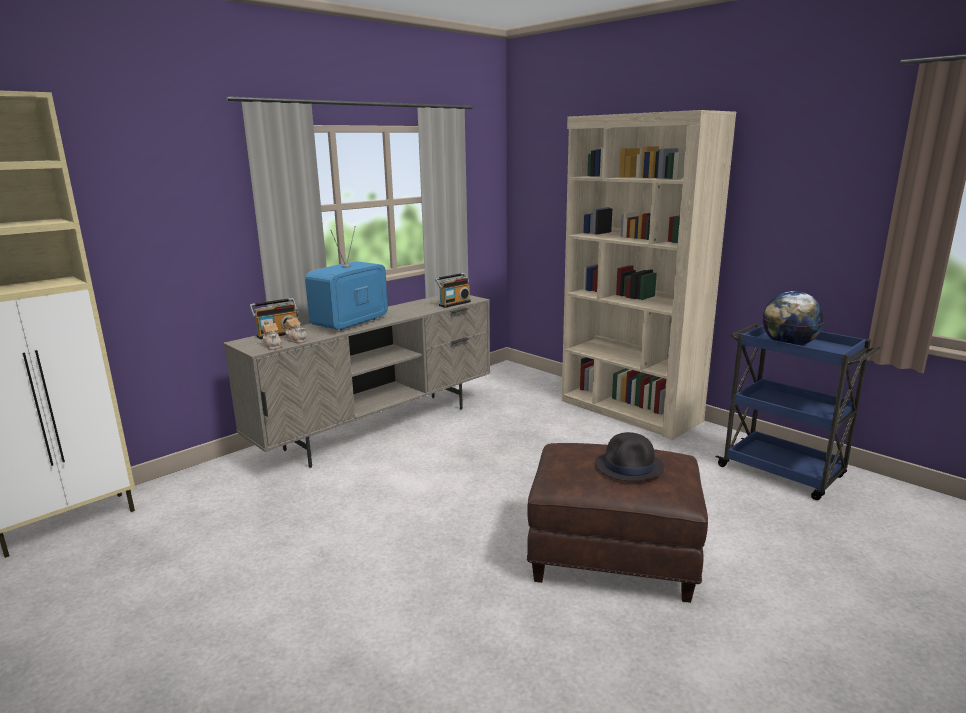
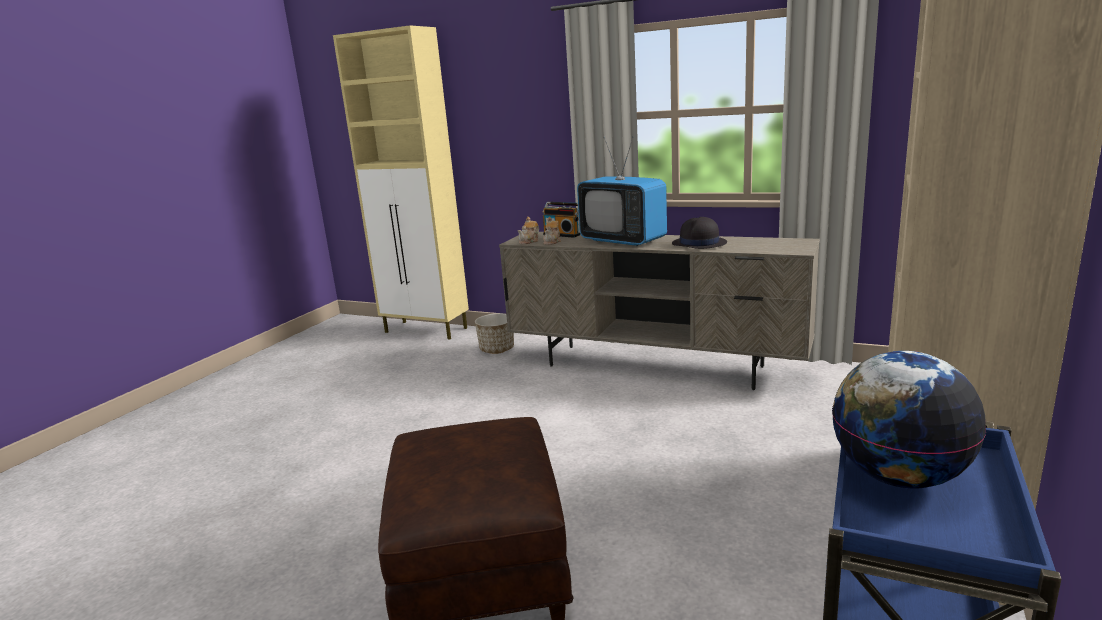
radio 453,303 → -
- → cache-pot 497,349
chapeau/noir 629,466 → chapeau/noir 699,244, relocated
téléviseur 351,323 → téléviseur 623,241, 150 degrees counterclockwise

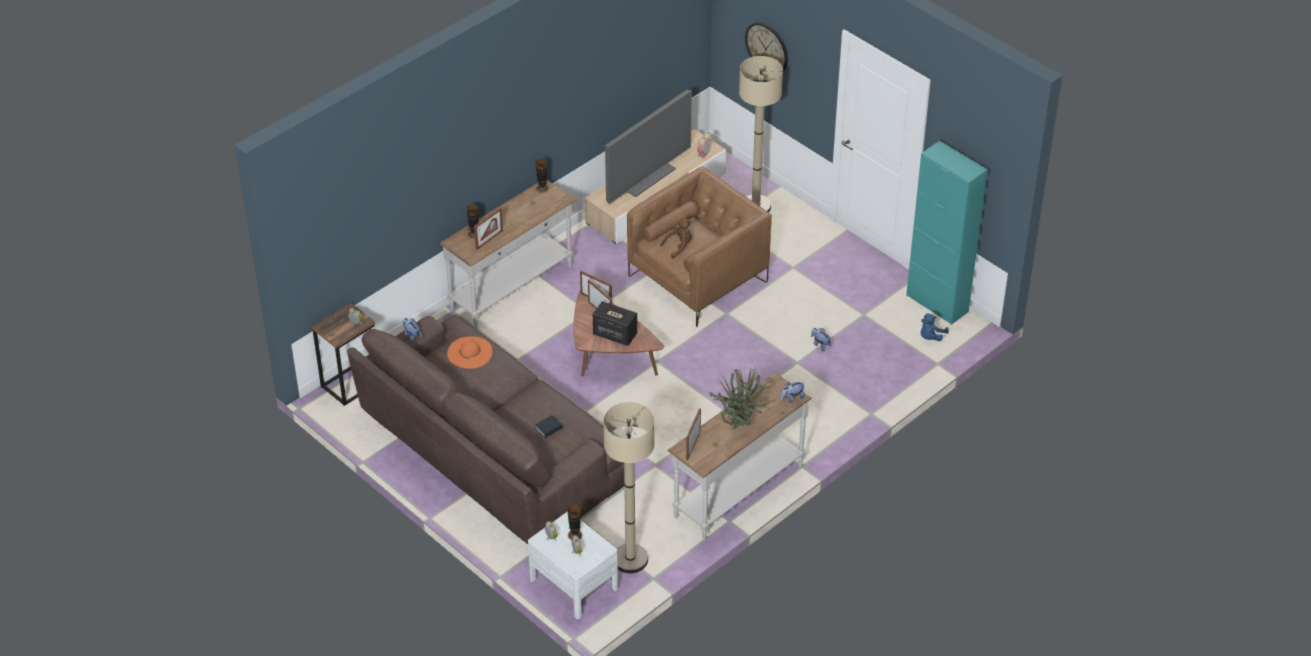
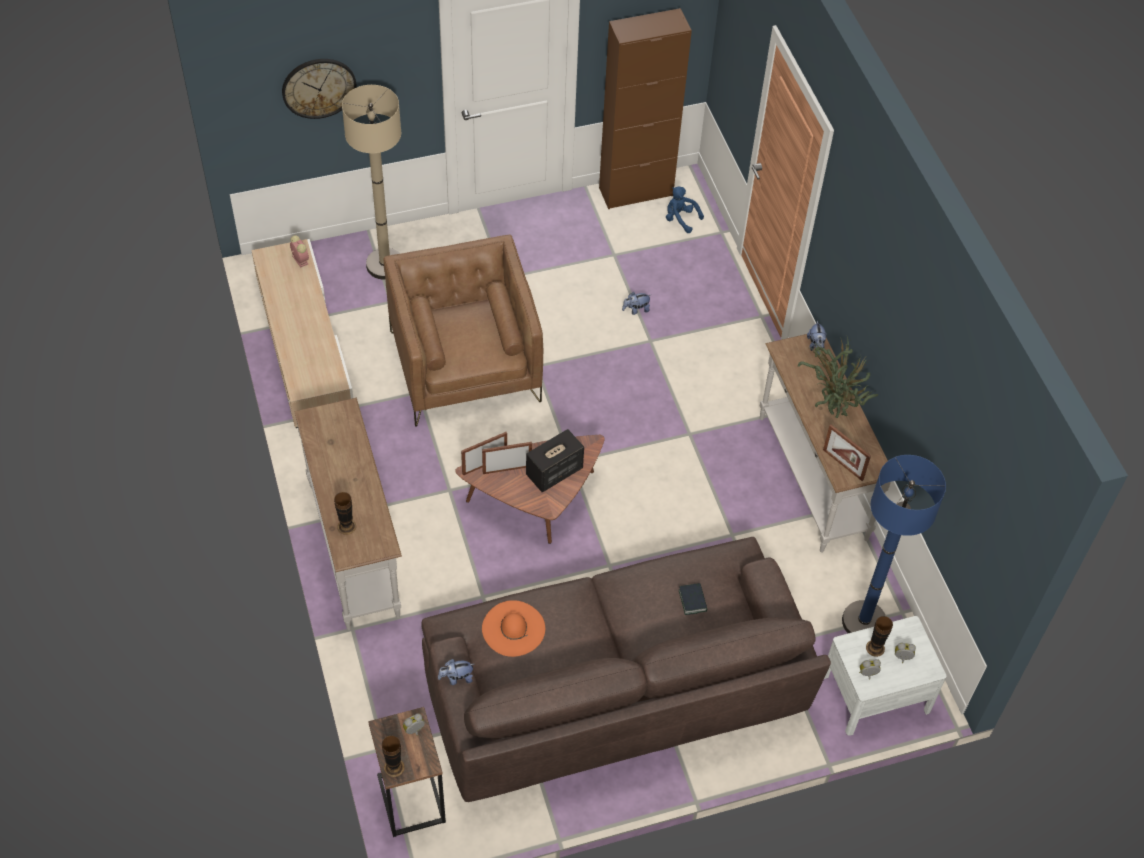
cadre photo 489,240 → -
téléviseur 645,176 → -
peluche/marron 679,246 → -
vase 542,188 → vase 394,767, relocated
lampadaire/beige 630,559 → lampadaire/bleu 863,622
meuble de rangement/turquoise 937,303 → meuble de rangement/marron 636,192
peluche/bleu 930,337 → peluche/bleu 680,219, 150 degrees clockwise

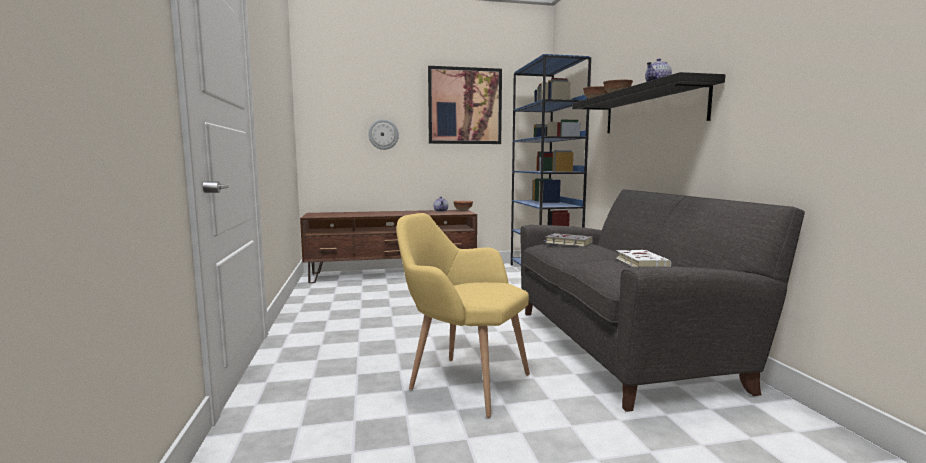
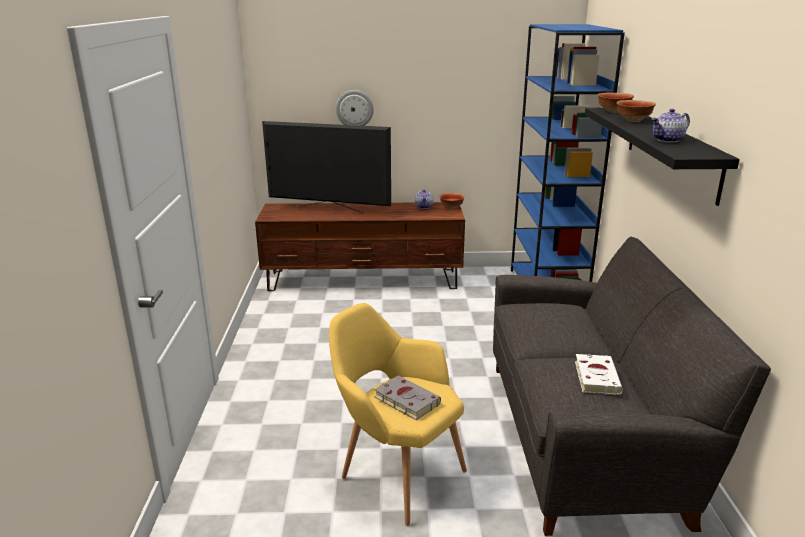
tableau 465,106 → -
- → téléviseur 329,210
livre/gris 567,243 → livre/gris 405,400, relocated

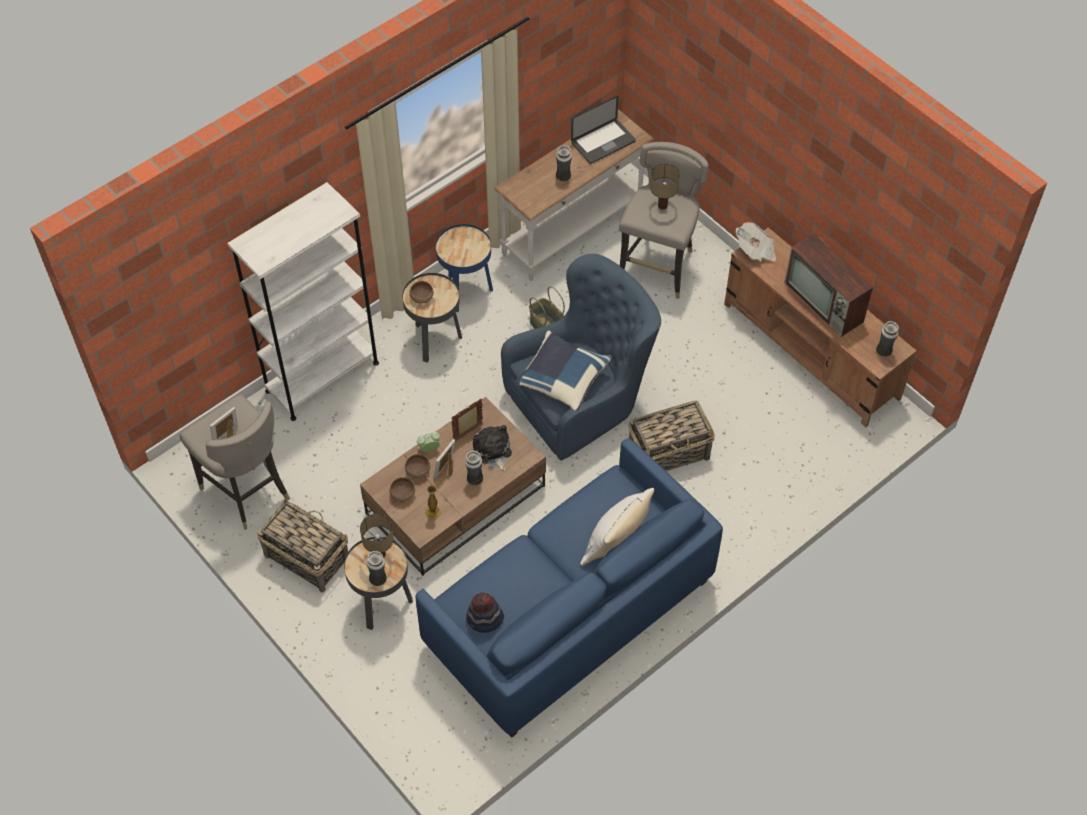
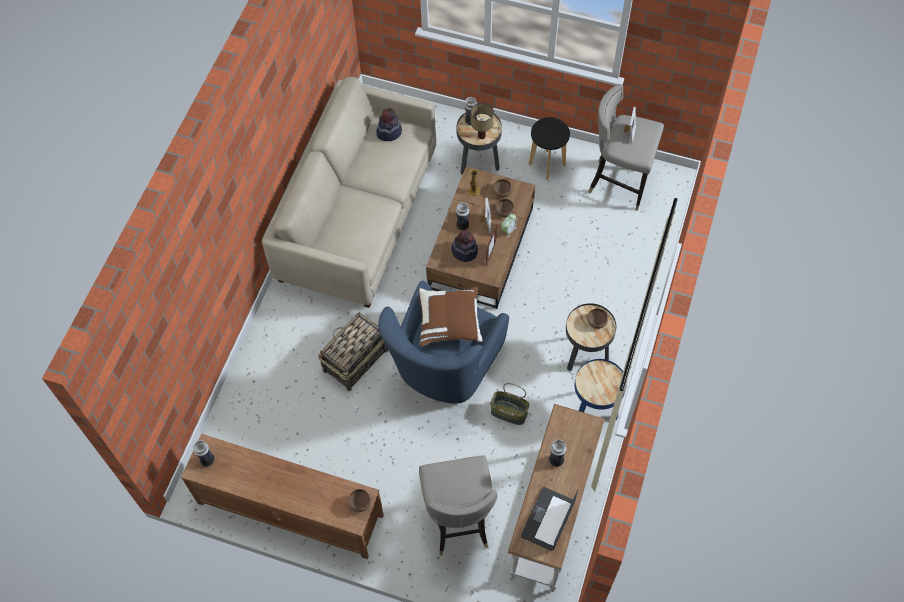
bibliothèque/blanc 322,377 → -
coussin/blanc 616,544 → -
lampe de table 662,206 → -
téléviseur 825,303 → -
panier 306,557 → tabouret/noir 547,165
peluche 493,451 → chapeau 464,251
journal 755,251 → bol/marron 359,503
canapé/bleu 569,613 → canapé/beige 357,216
coussin/bleu 562,379 → coussin/marron 449,322

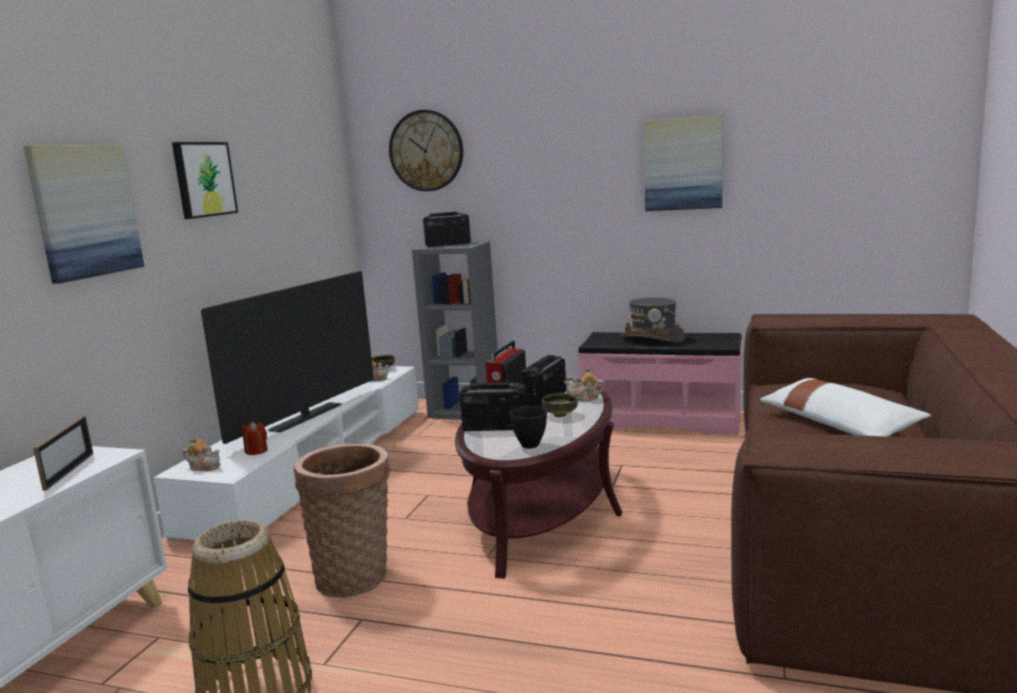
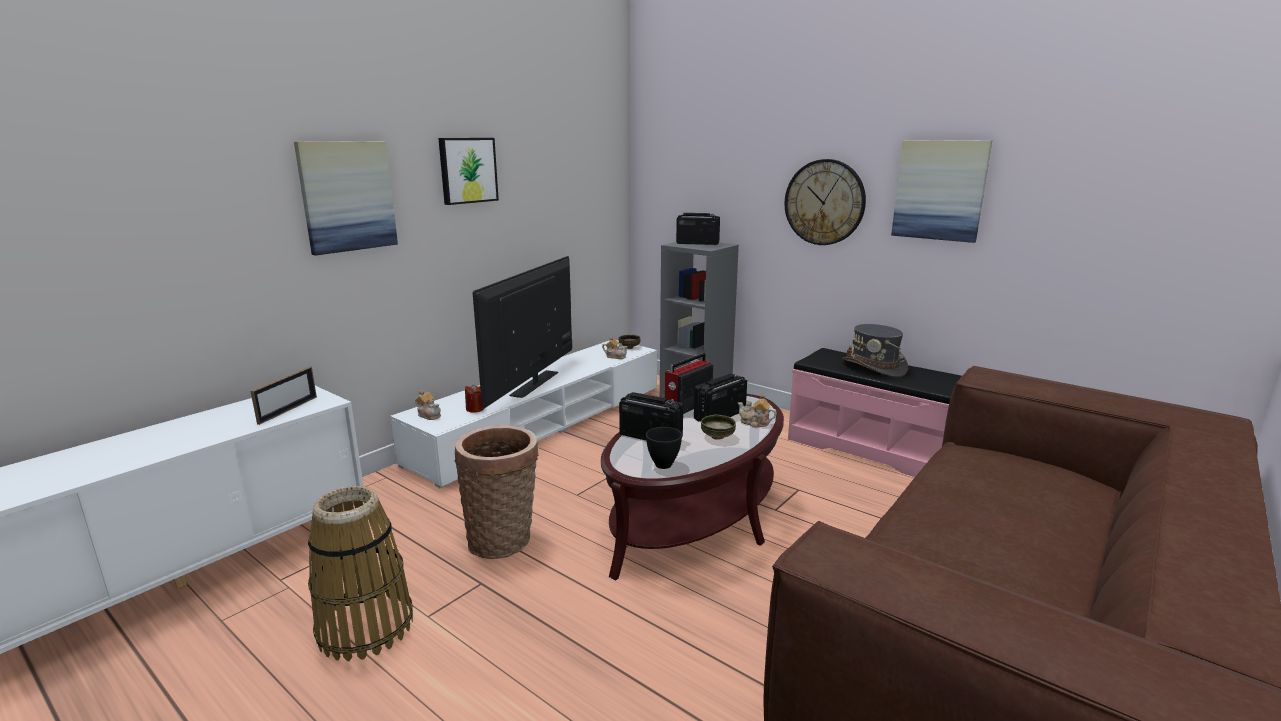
coussin/blanc 838,424 → -
horloge murale 426,151 → horloge murale 824,202, relocated
téléviseur 306,417 → téléviseur 534,384, 150 degrees clockwise

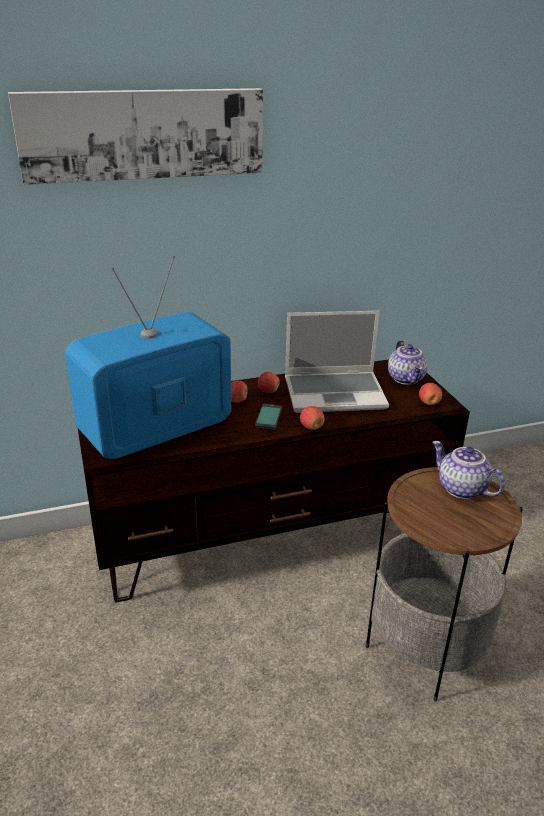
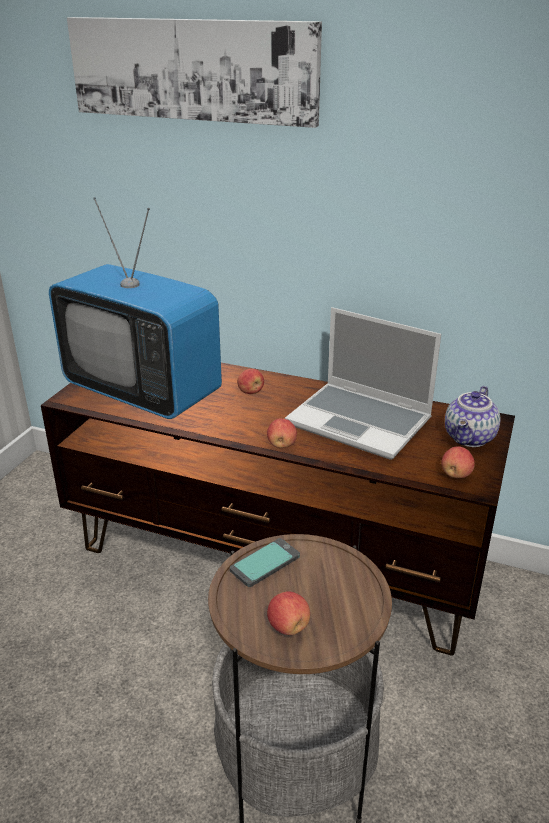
théière 460,489 → -
téléphone 268,417 → téléphone 264,563, relocated
pomme 268,391 → pomme 288,627, relocated
téléviseur 156,431 → téléviseur 143,392, 150 degrees counterclockwise

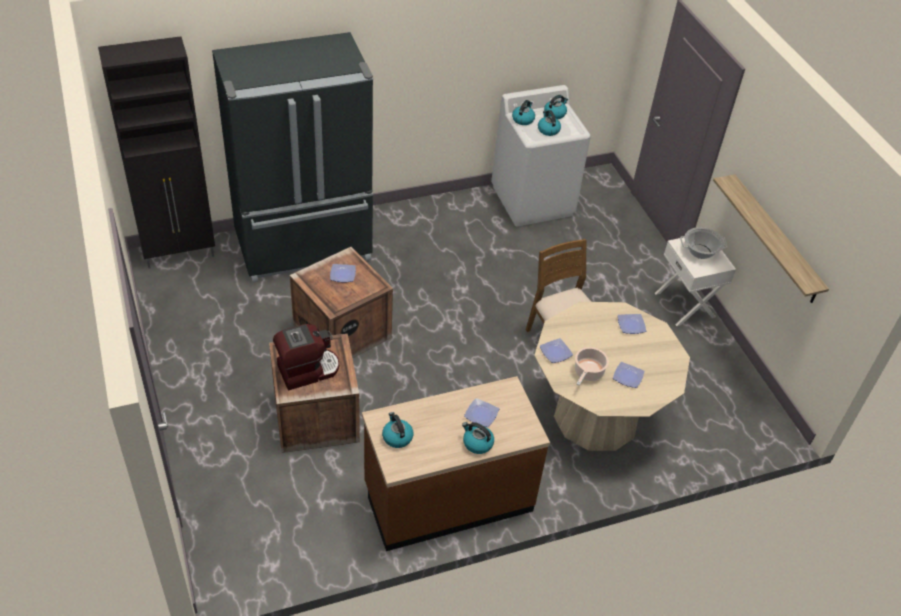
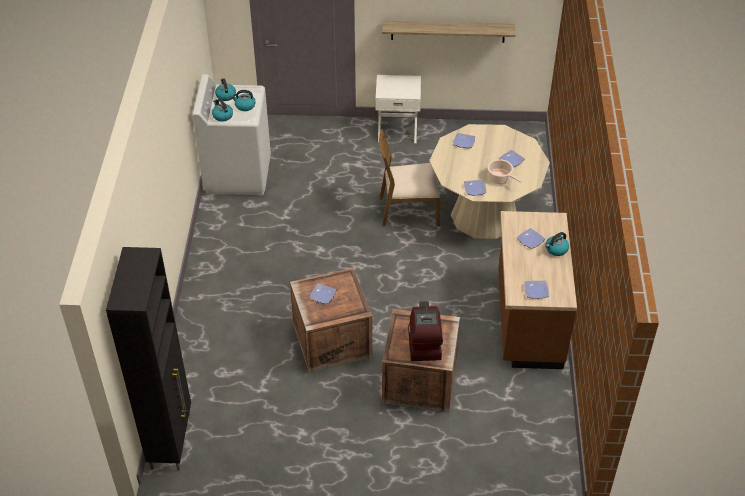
réfrigérateur/noir 304,247 → -
marmite 700,251 → -
bouilloire 397,437 → assiette 536,291

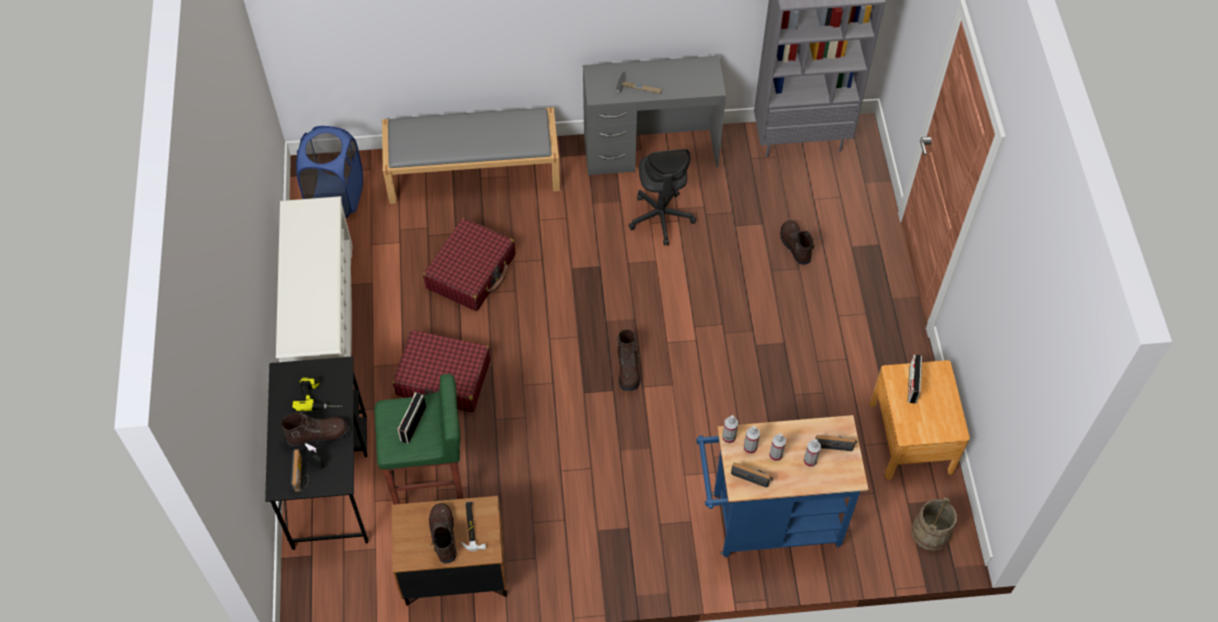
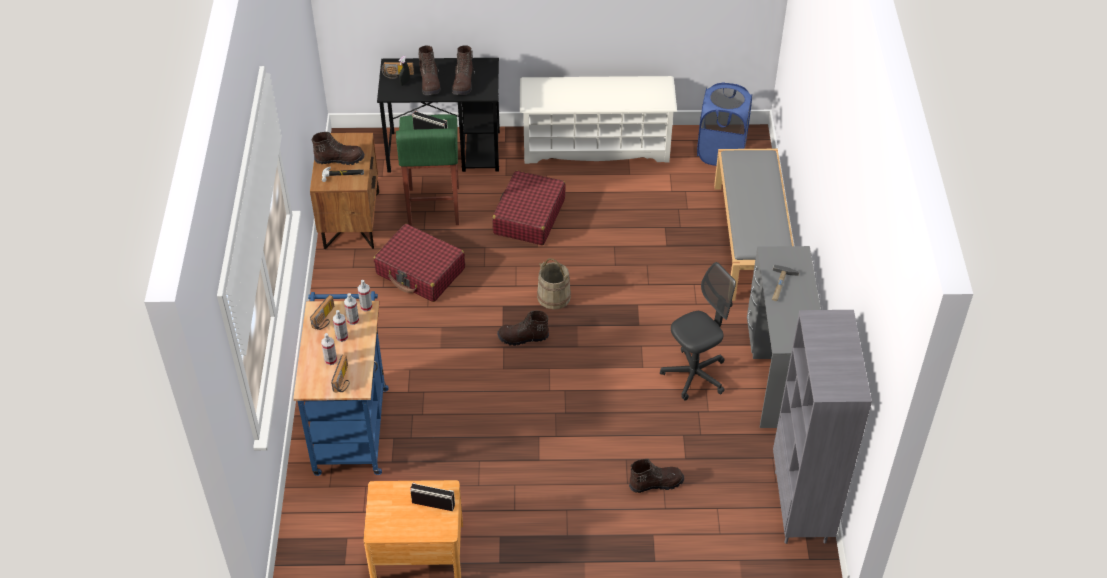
valise/rouge 471,272 → valise/rouge 420,271, relocated
seau/beige 931,532 → seau/beige 553,297, relocated
perceuse 319,396 → botte/marron 463,83
chaise de bureau/gris 661,218 → chaise de bureau/gris 694,375, 150 degrees clockwise

